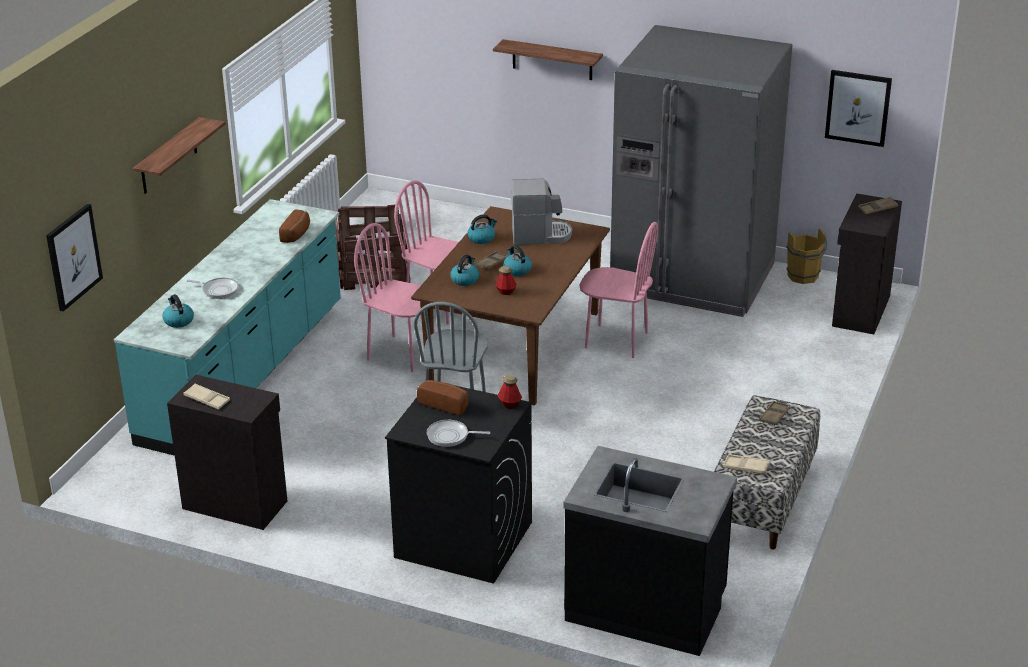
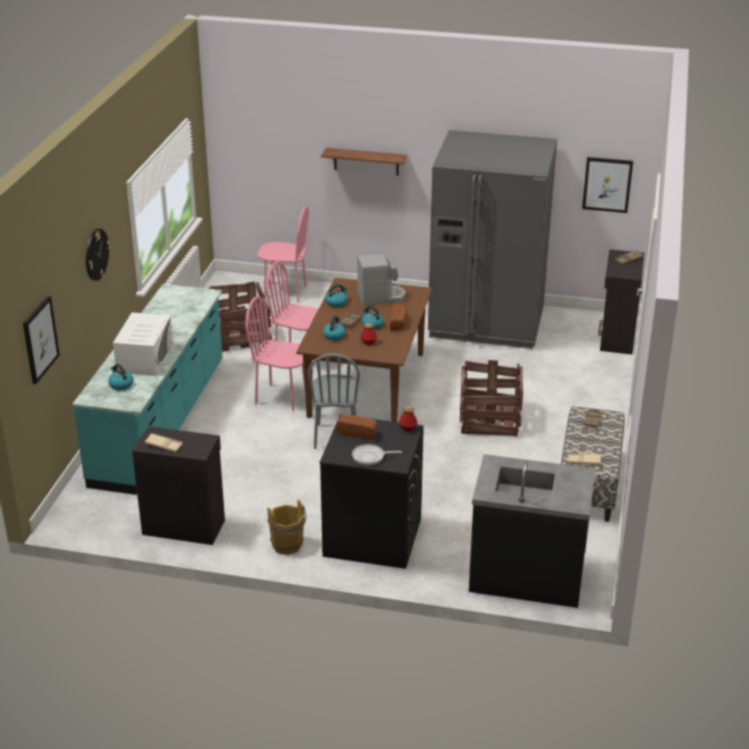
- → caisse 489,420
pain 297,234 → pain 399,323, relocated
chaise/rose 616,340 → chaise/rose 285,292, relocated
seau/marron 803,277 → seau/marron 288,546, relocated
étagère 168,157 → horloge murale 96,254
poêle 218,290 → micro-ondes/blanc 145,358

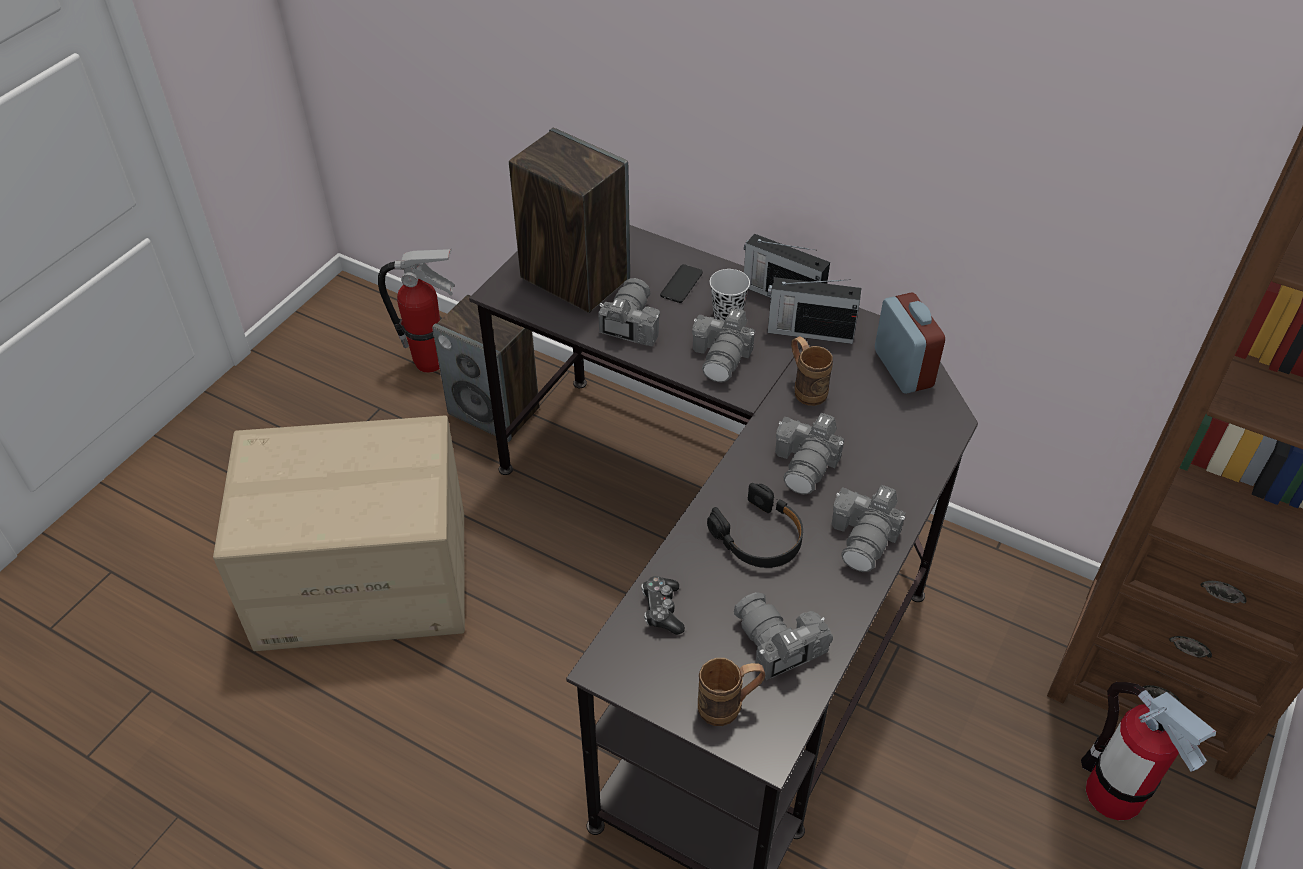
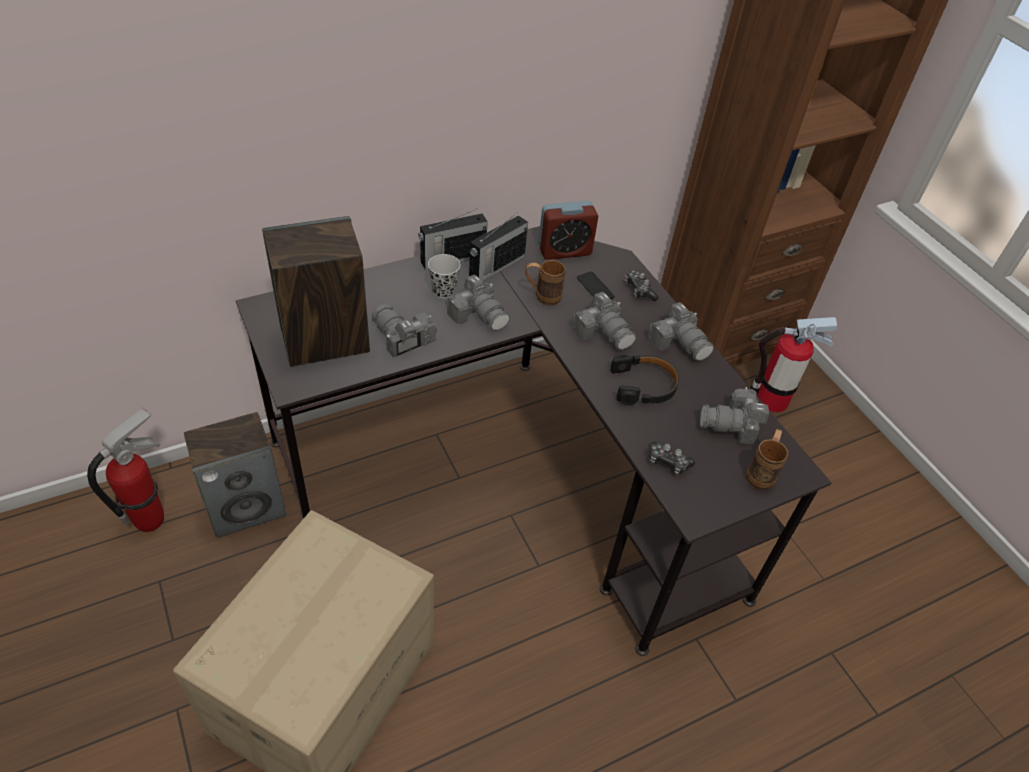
- → manette 639,290
téléphone 681,284 → téléphone 595,287, relocated
réveil 903,368 → réveil 564,250, 150 degrees clockwise

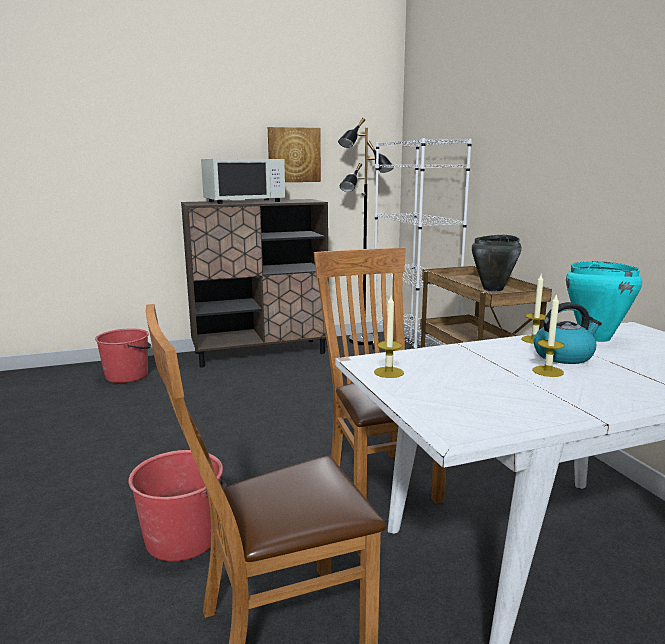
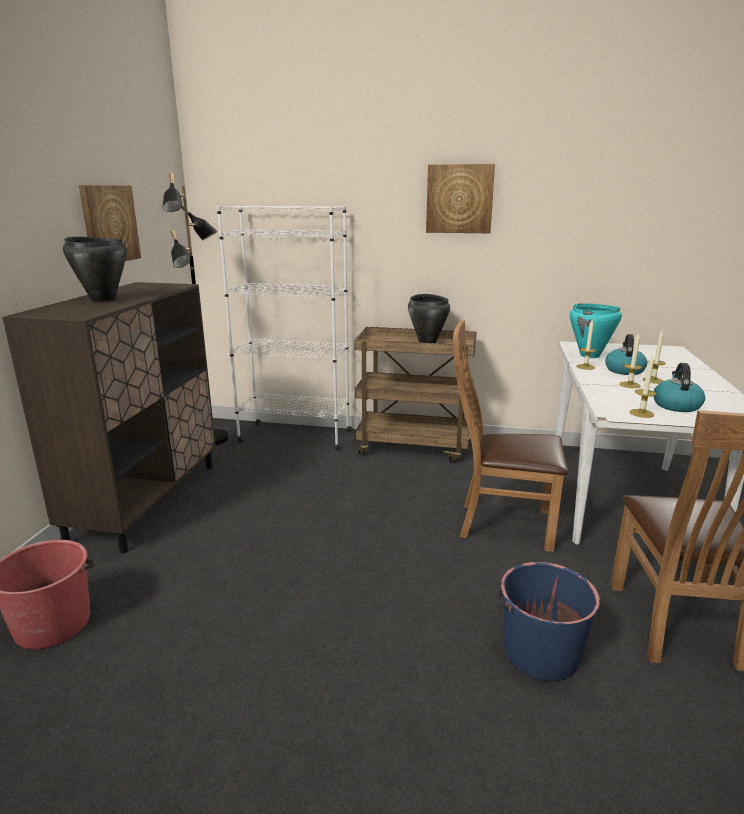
- → tableau 459,199
- → bougie 629,385
- → bouilloire 676,405
micro-ondes/blanc 244,201 → marmite/noir 103,300
seau/rouge 183,537 → seau/bleu 539,652

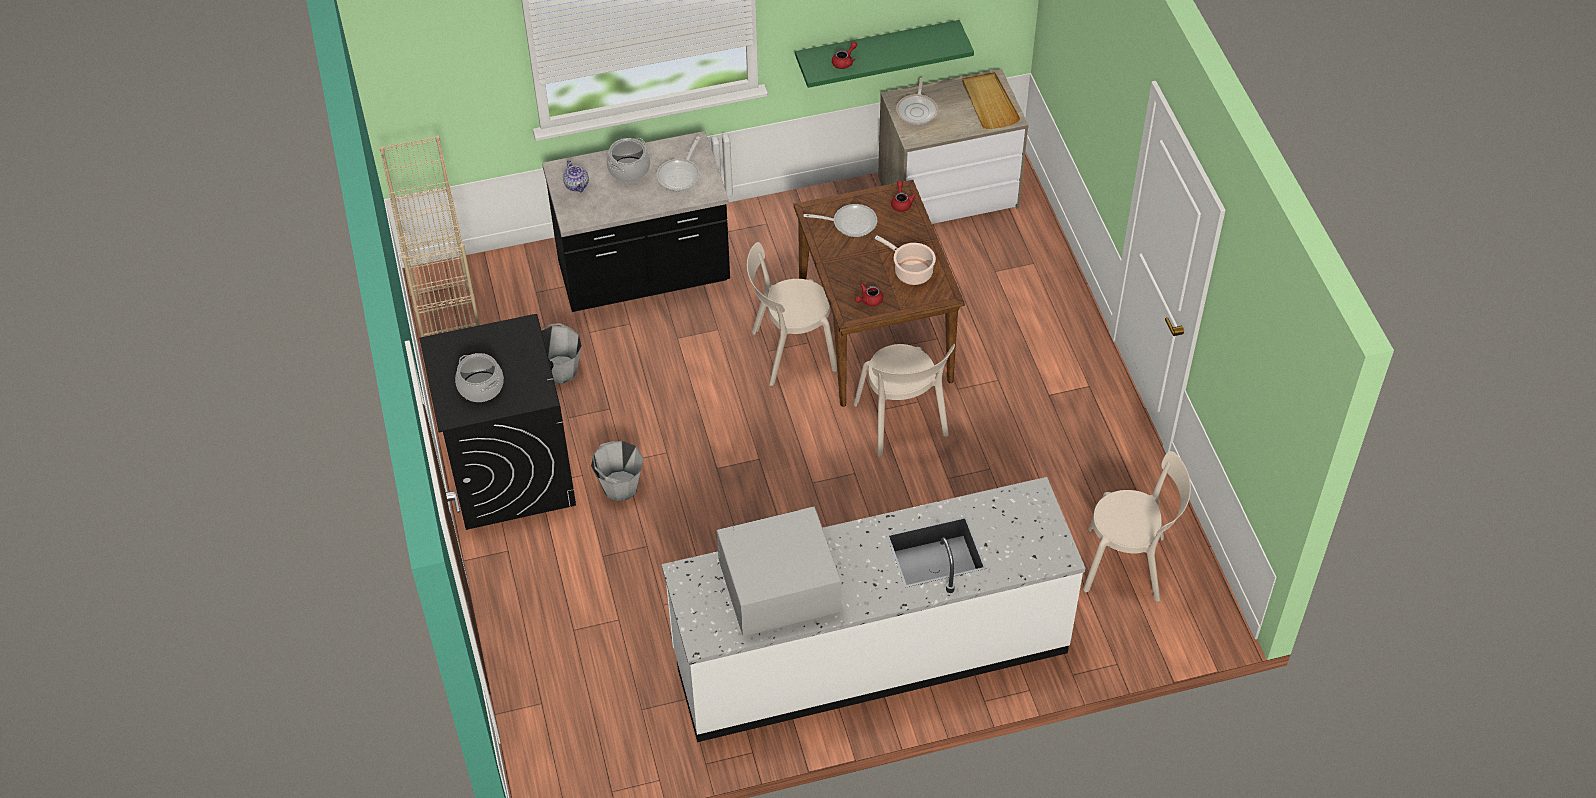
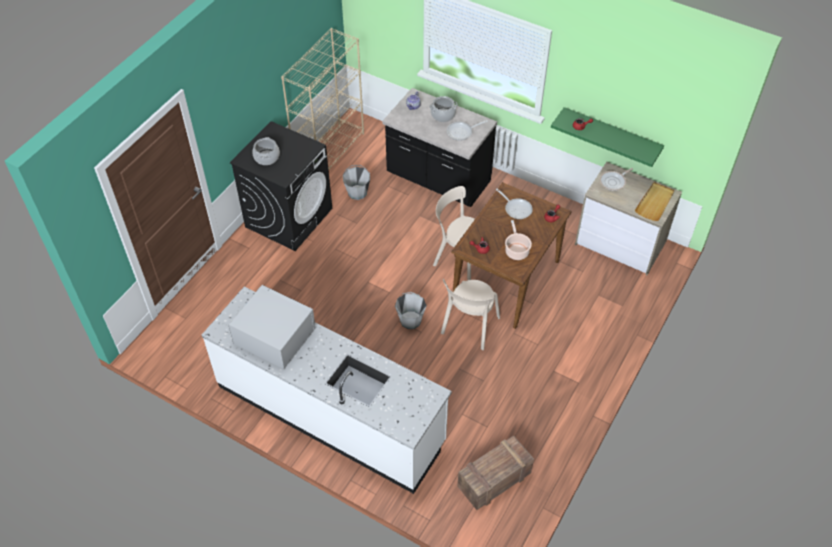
seau/gris 620,486 → seau/gris 410,320, relocated
chaise/beige 1129,564 → caisse 493,480

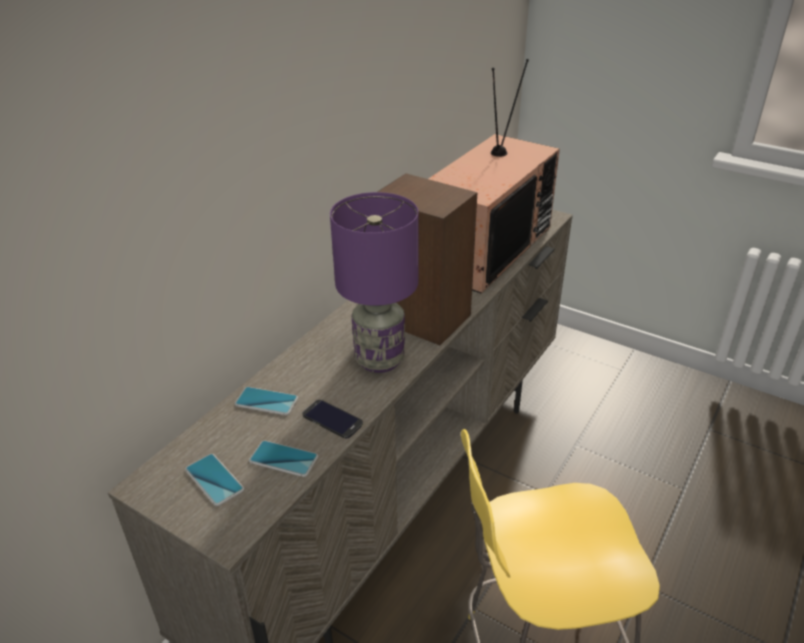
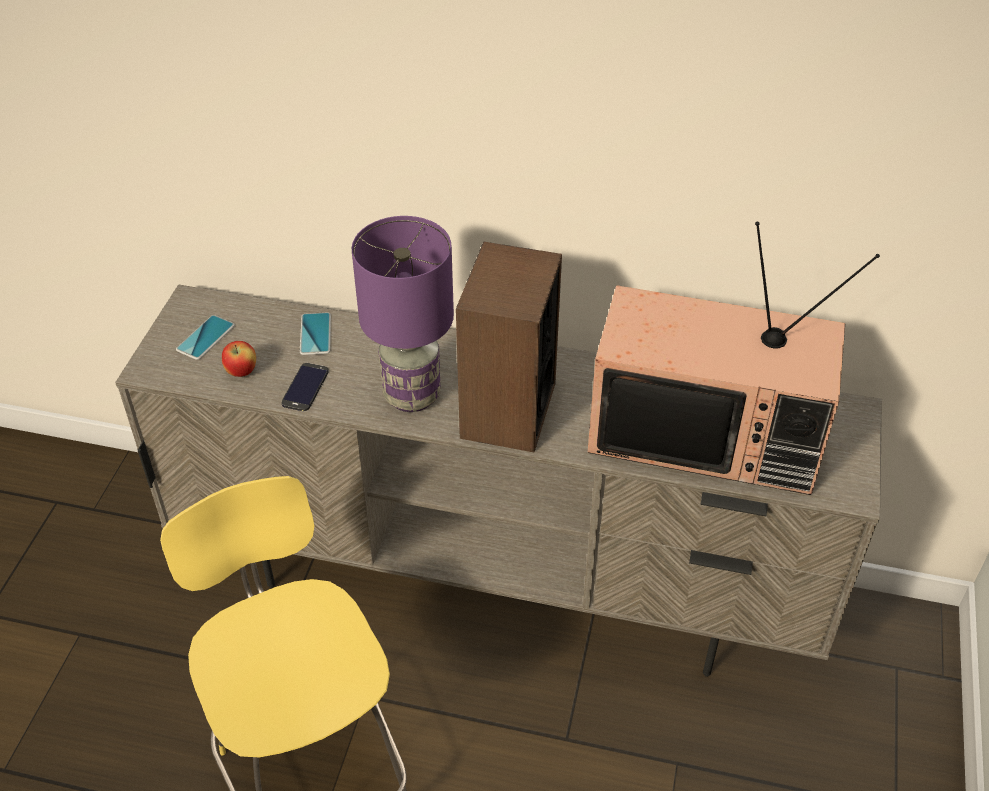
téléphone 283,459 → pomme 242,372

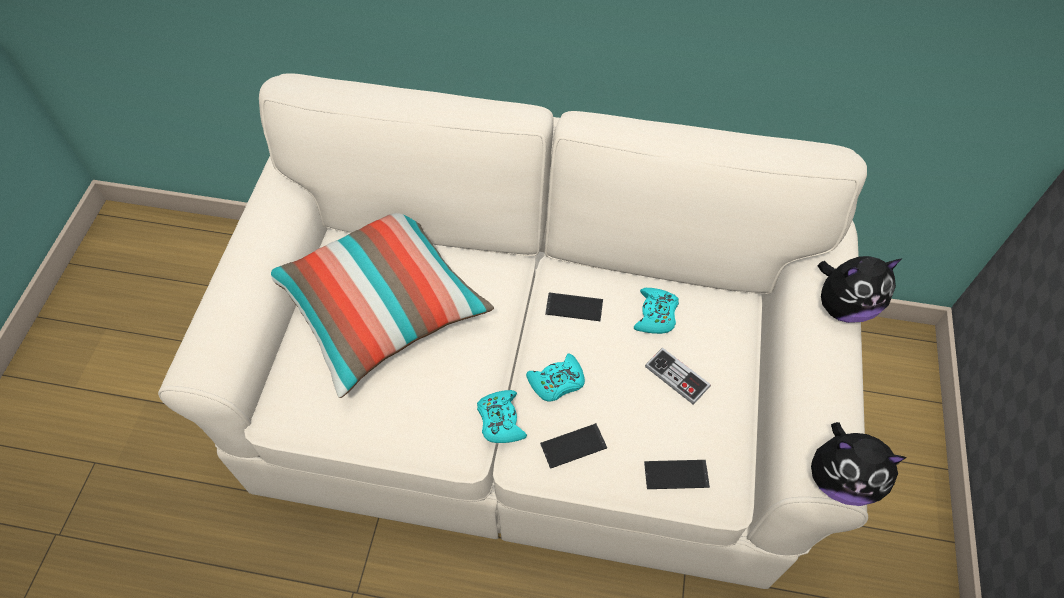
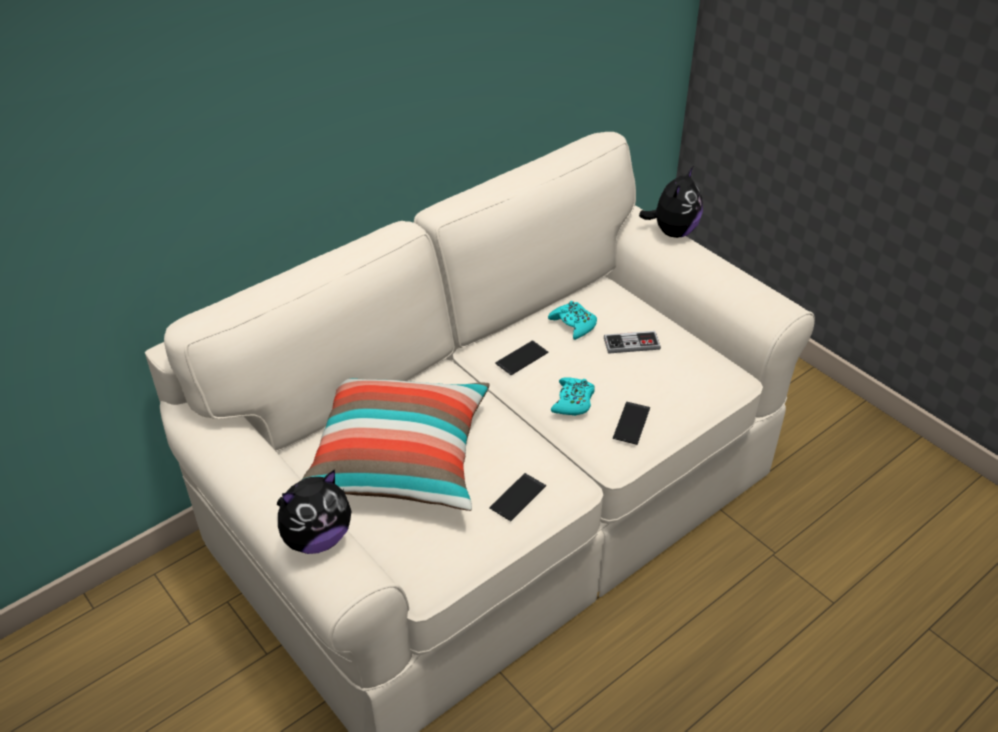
manette/turquoise 501,420 → -
téléphone 676,474 → téléphone 518,497, relocated
peluche 841,479 → peluche 317,538, relocated

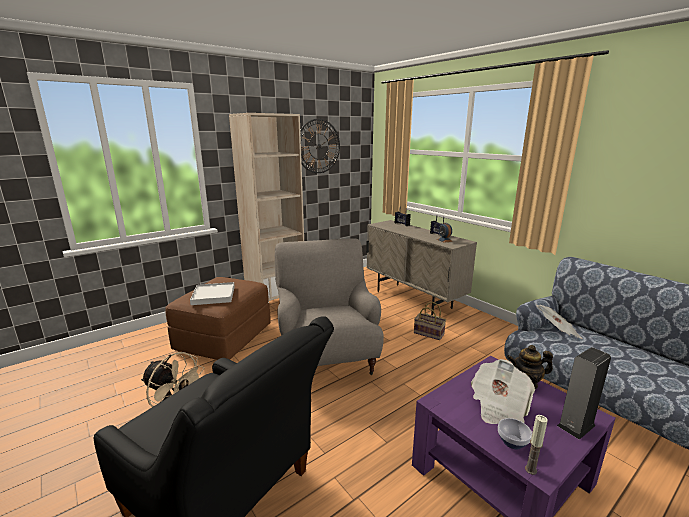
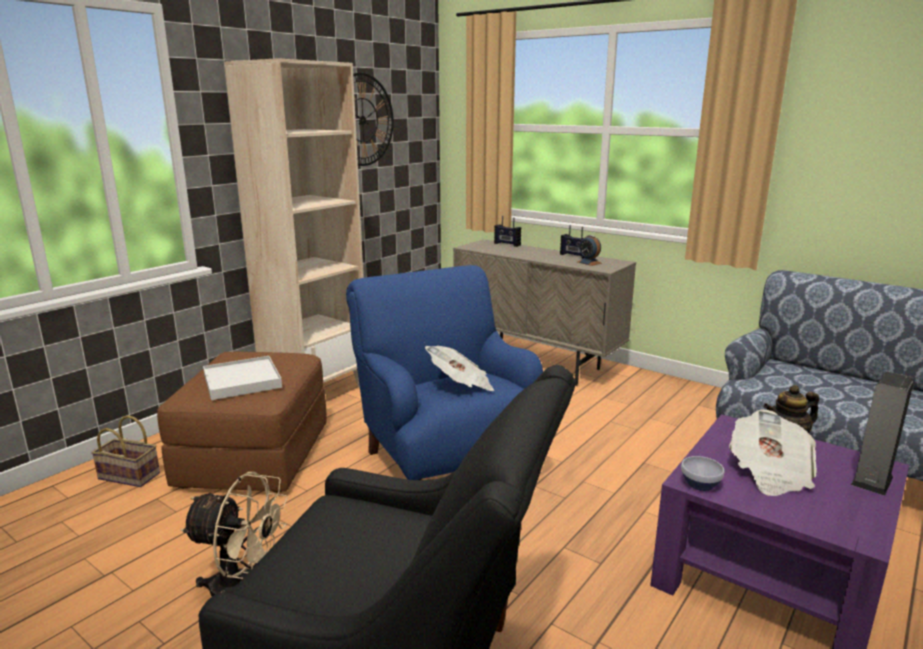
bougie 530,469 → -
panier 429,333 → panier 131,475, relocated
bol 512,442 → bol 700,485, relocated
journal 557,331 → journal 461,385, relocated
fauteuil/gris 326,358 → fauteuil/bleu 447,462

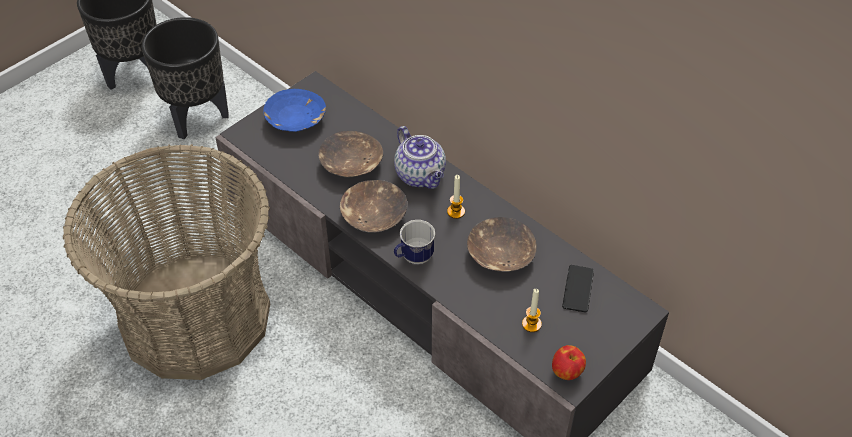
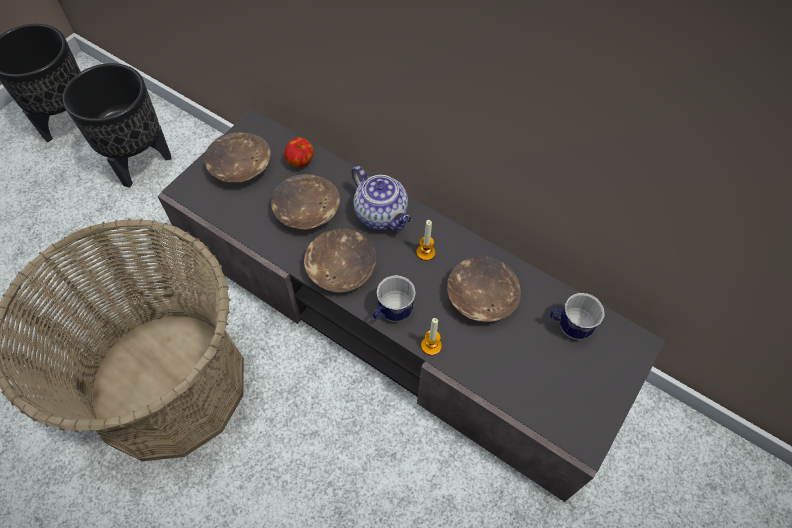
bougie 531,324 → bougie 431,345, relocated
pomme 567,372 → pomme 300,162, relocated
téléphone 578,289 → mug 569,326
bol/bleu 296,120 → bol/marron 240,167

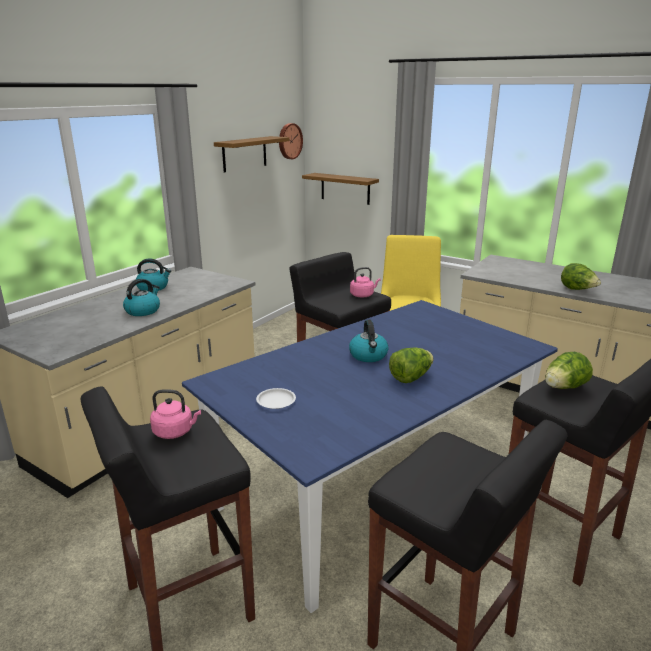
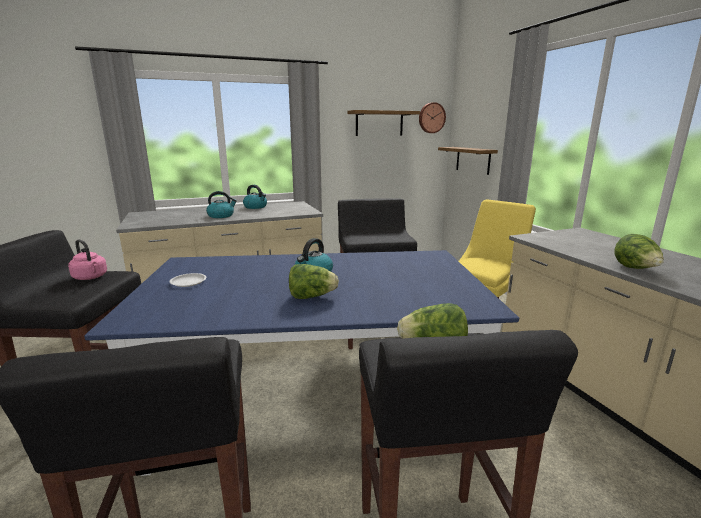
bouilloire/rose 363,295 → -

